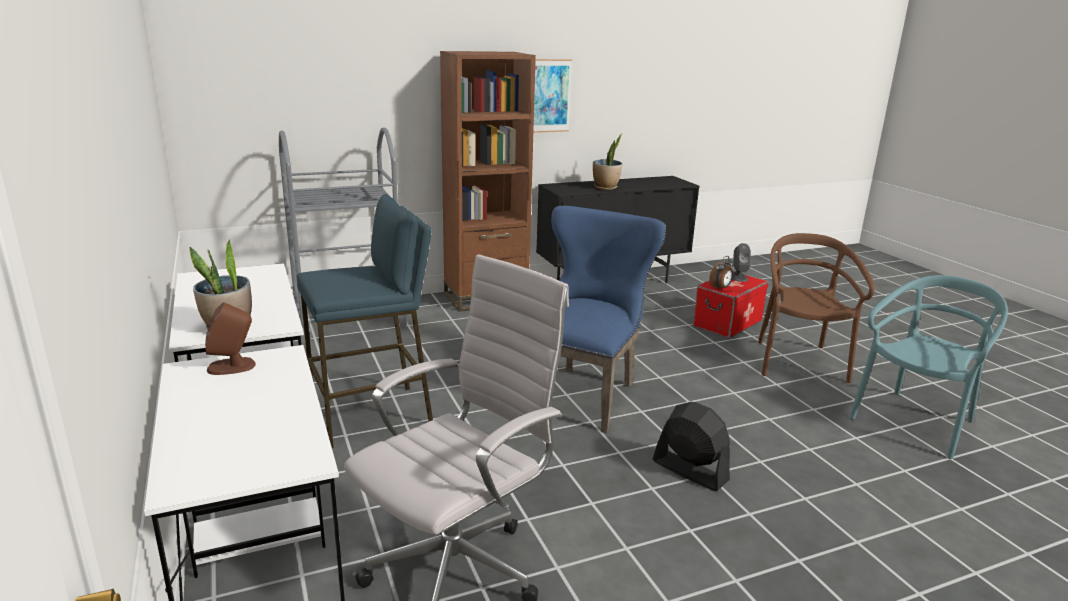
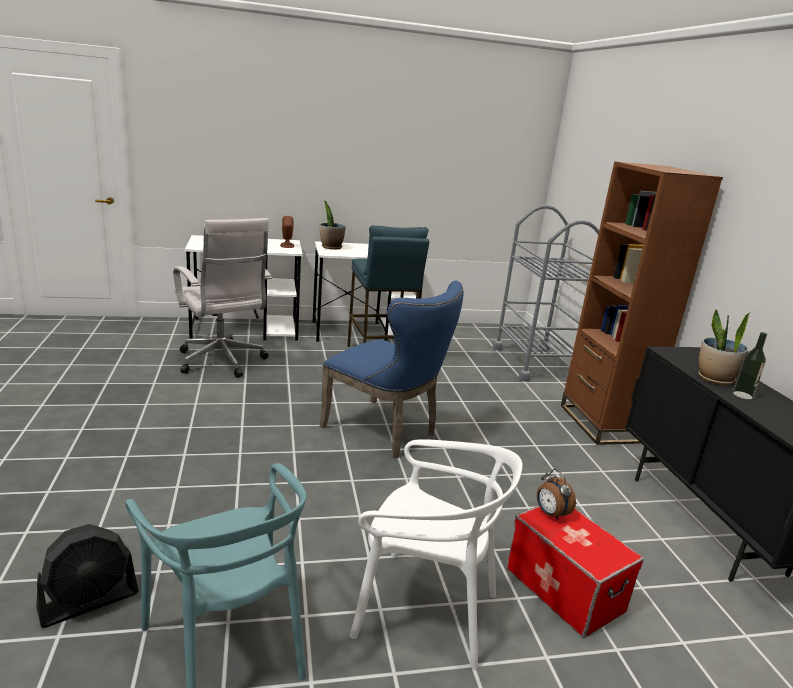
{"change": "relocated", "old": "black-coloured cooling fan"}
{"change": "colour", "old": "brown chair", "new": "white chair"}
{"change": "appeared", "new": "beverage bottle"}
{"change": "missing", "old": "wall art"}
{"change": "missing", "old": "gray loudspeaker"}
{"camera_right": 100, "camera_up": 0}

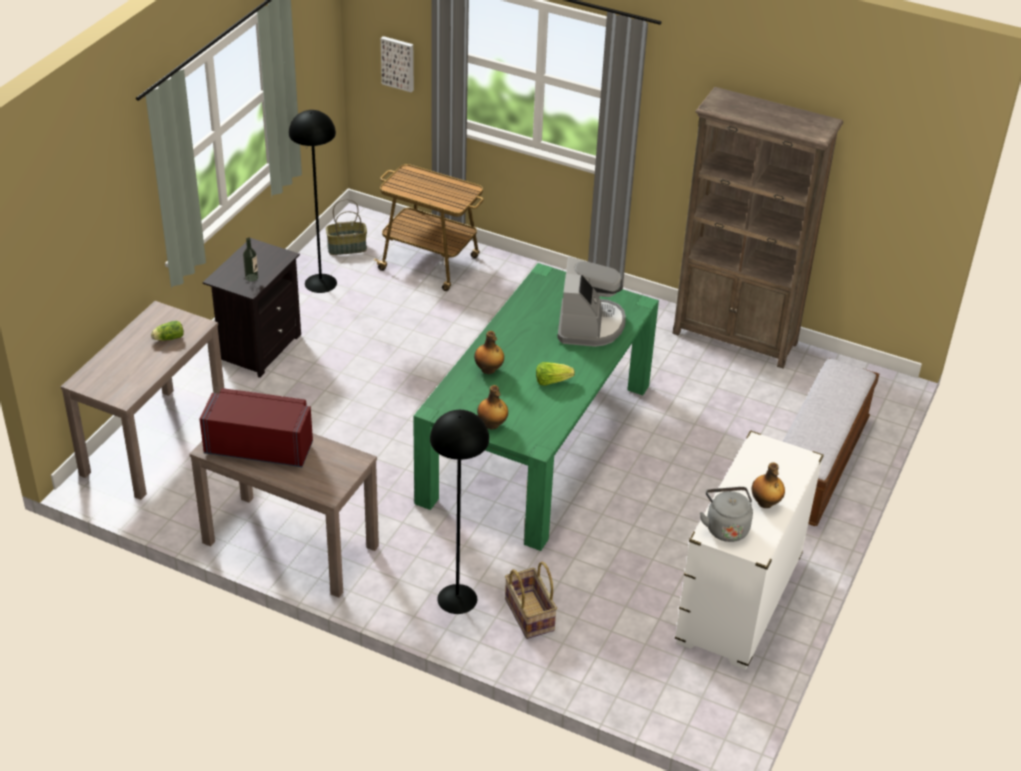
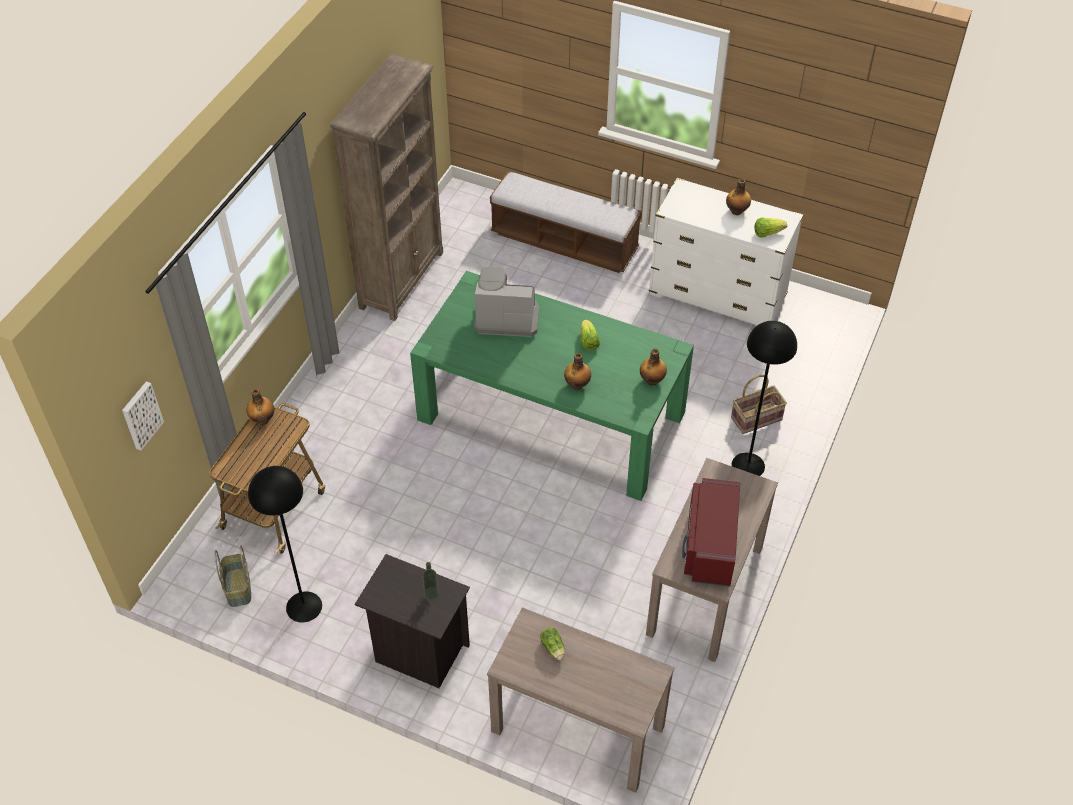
{"change": "appeared", "new": "beverage bottle (no. 1 from left)"}
{"change": "exchanged", "old": "gray water kettle", "new": "head of lettuce (no. 3 from left)"}
{"camera_right": -90, "camera_up": 10}

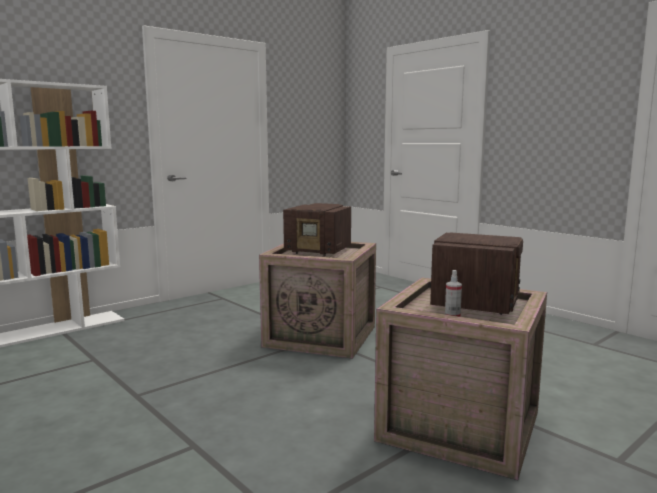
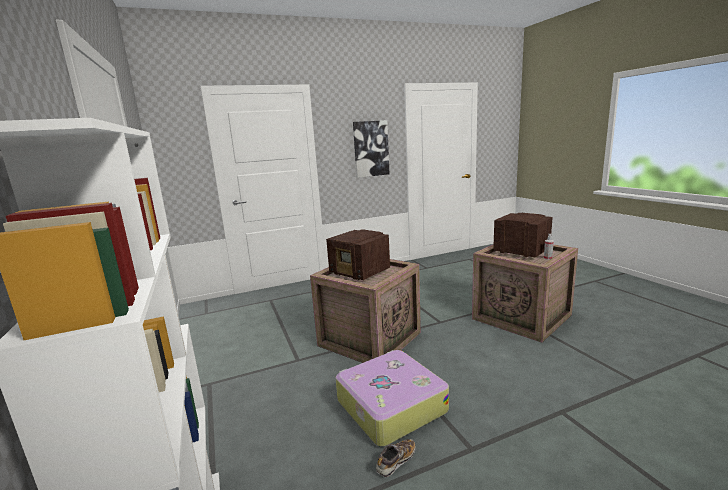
{"change": "spun", "old": "radio set (no. 1 from left)", "degrees": 90}
{"change": "appeared", "new": "suitcase"}
{"change": "appeared", "new": "wall art"}
{"change": "appeared", "new": "low shoe"}
{"camera_right": -70, "camera_up": 5}

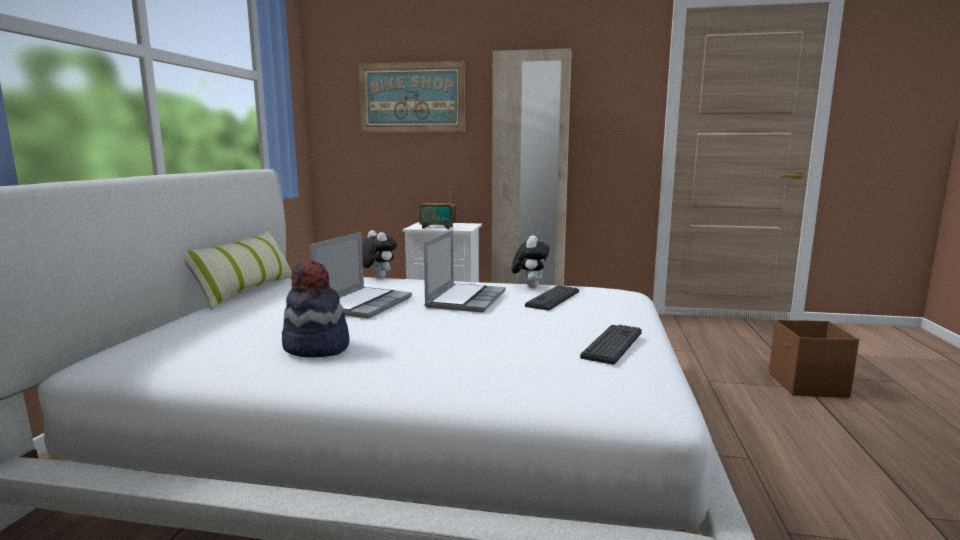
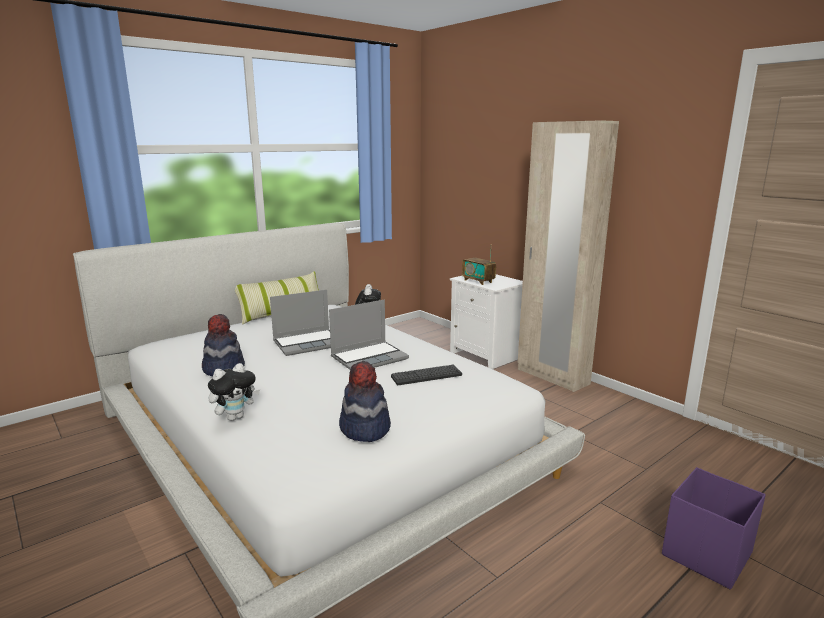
{"change": "relocated", "old": "soft toy (no. 2 from left in the first image)", "new": "soft toy (no. 1 from left)"}
{"change": "exchanged", "old": "computer keyboard (no. 2 from left)", "new": "clothing hat (no. 2 from left)"}
{"change": "colour", "old": "brown storage box", "new": "purple-coloured storage box"}
{"change": "missing", "old": "wall art"}
{"camera_right": 40, "camera_up": 5}

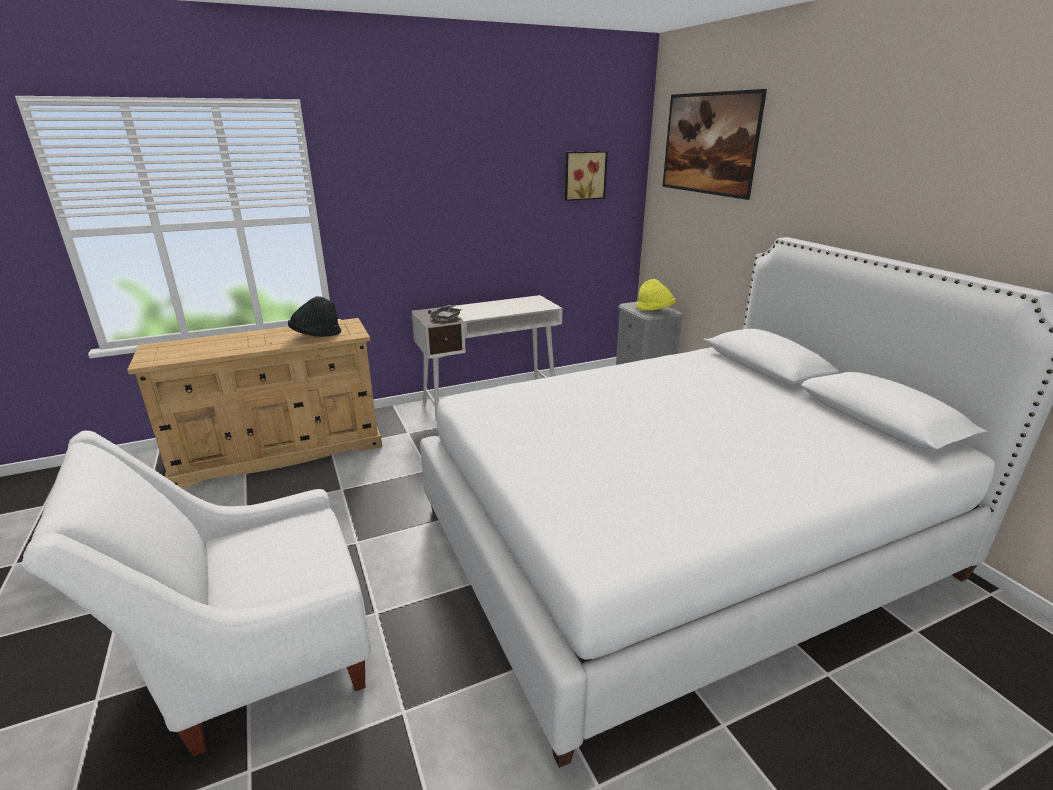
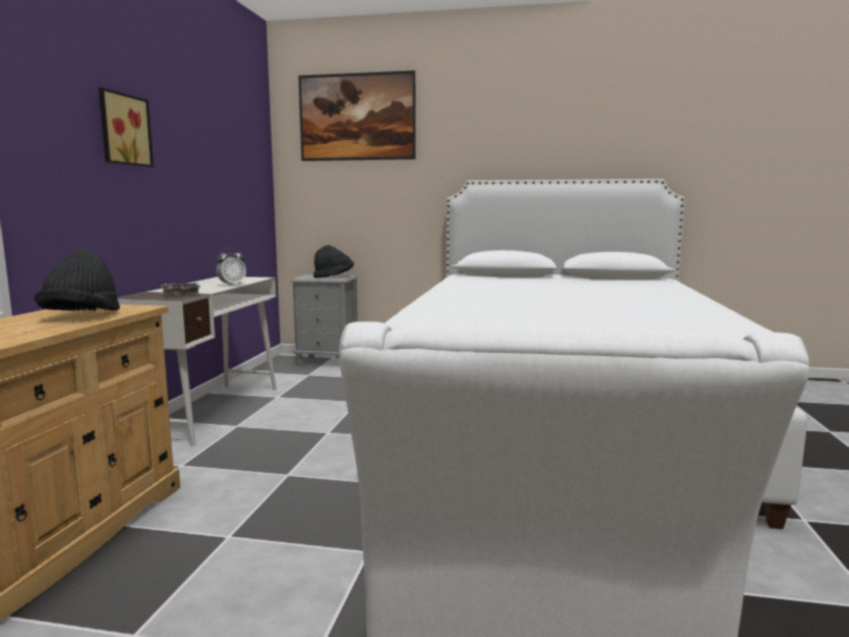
{"change": "relocated", "old": "wall art (no. 1 from left)"}
{"change": "appeared", "new": "table clock"}
{"change": "colour", "old": "yellow clothing hat", "new": "black-coloured clothing hat (no. 2 from left)"}
{"camera_right": -55, "camera_up": -15}

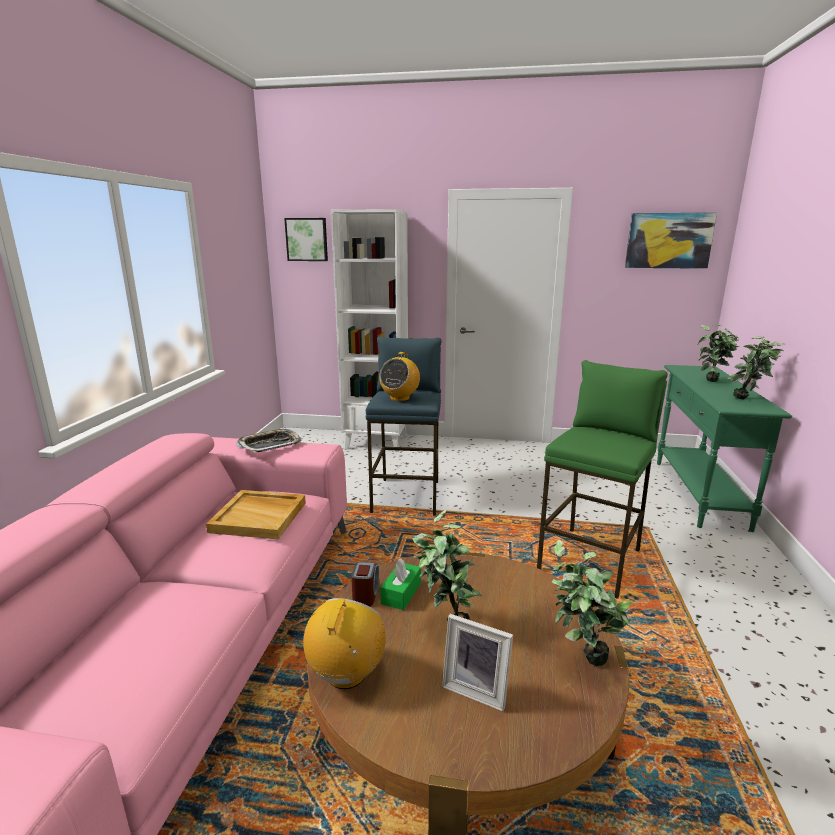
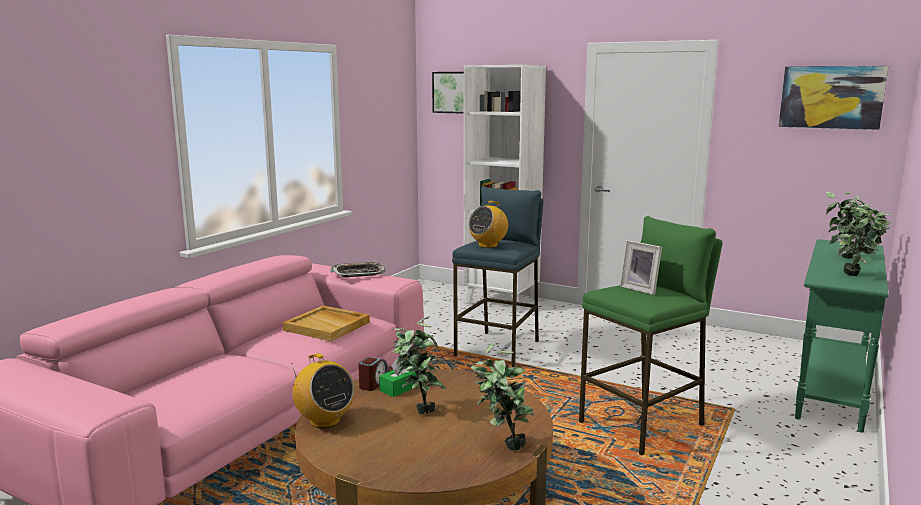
{"change": "spun", "old": "radio set (no. 1 from left)", "degrees": 105}
{"change": "relocated", "old": "standing frame"}
{"camera_right": 20, "camera_up": -5}

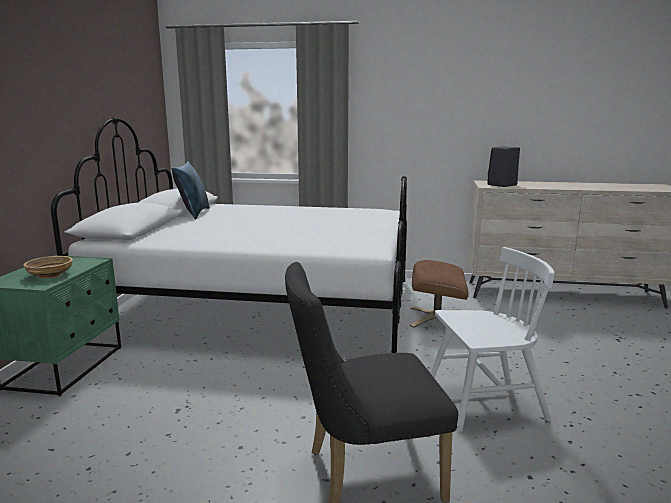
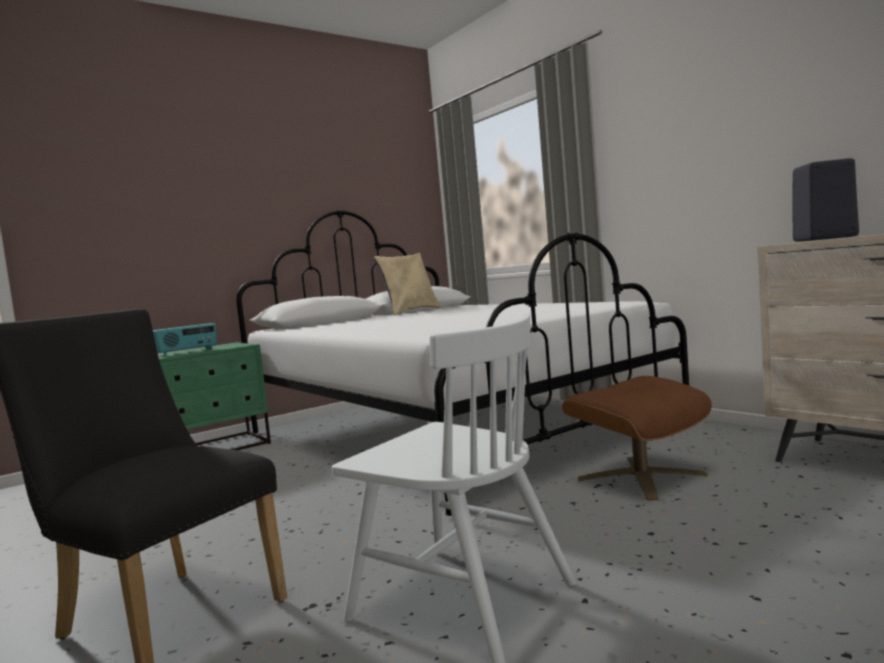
{"change": "exchanged", "old": "beige deep dish", "new": "radio set"}
{"change": "colour", "old": "blue pillow", "new": "beige pillow"}
{"camera_right": 45, "camera_up": -10}

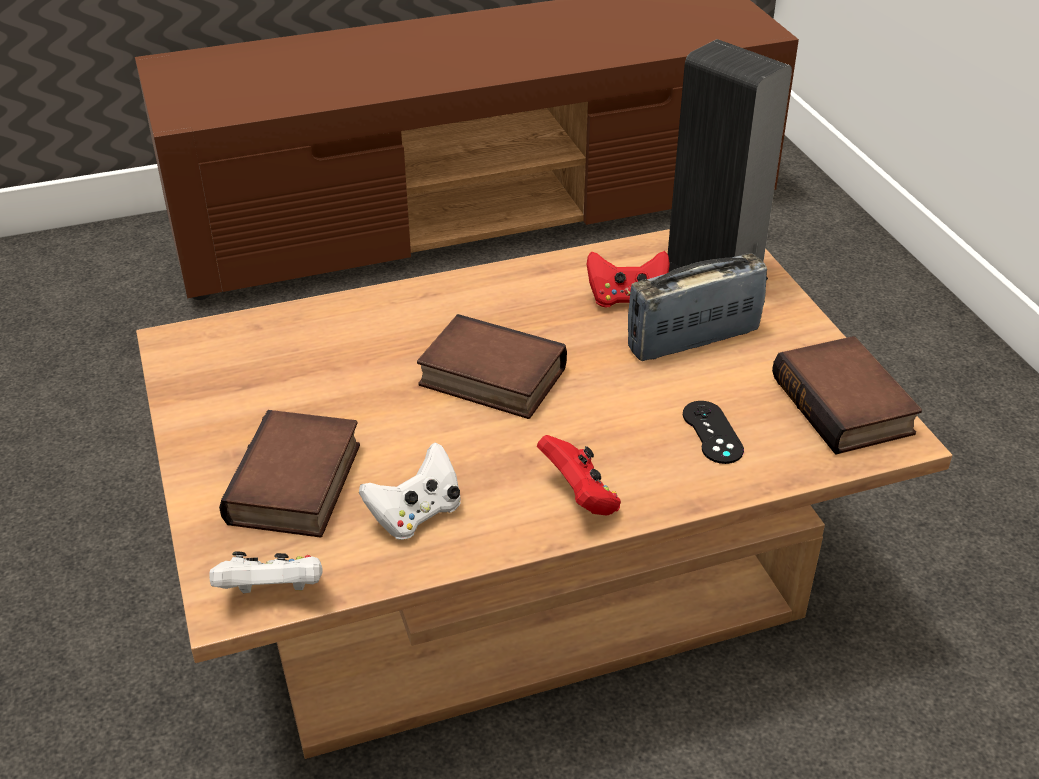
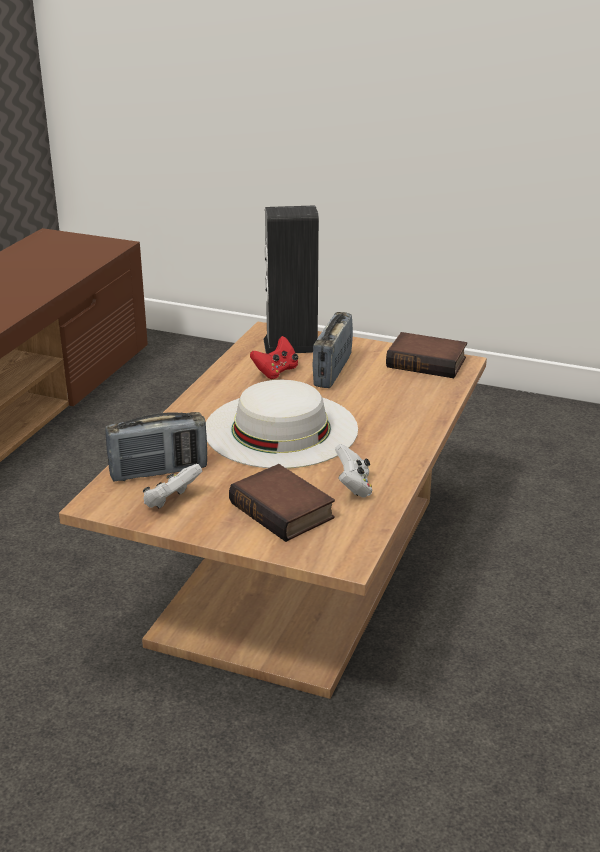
{"change": "appeared", "new": "radio set (no. 1 from left)"}
{"change": "relocated", "old": "white gamepad (no. 1 from left)"}
{"change": "exchanged", "old": "book (no. 2 from left)", "new": "white clothing hat"}
{"change": "missing", "old": "red gamepad (no. 1 from left)"}
{"change": "missing", "old": "black-coloured gamepad"}
{"camera_right": -50, "camera_up": -10}

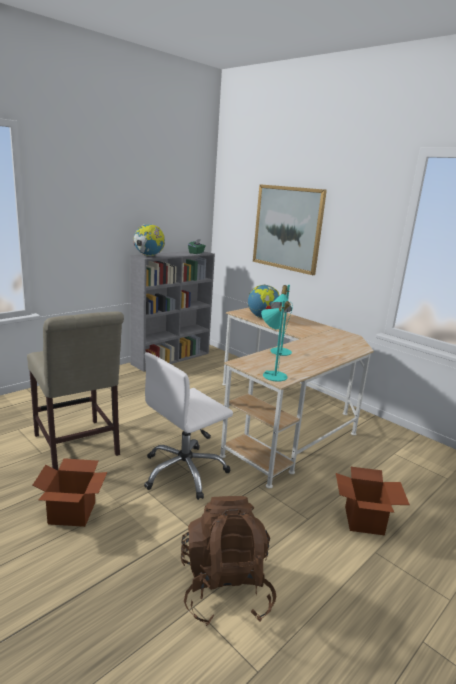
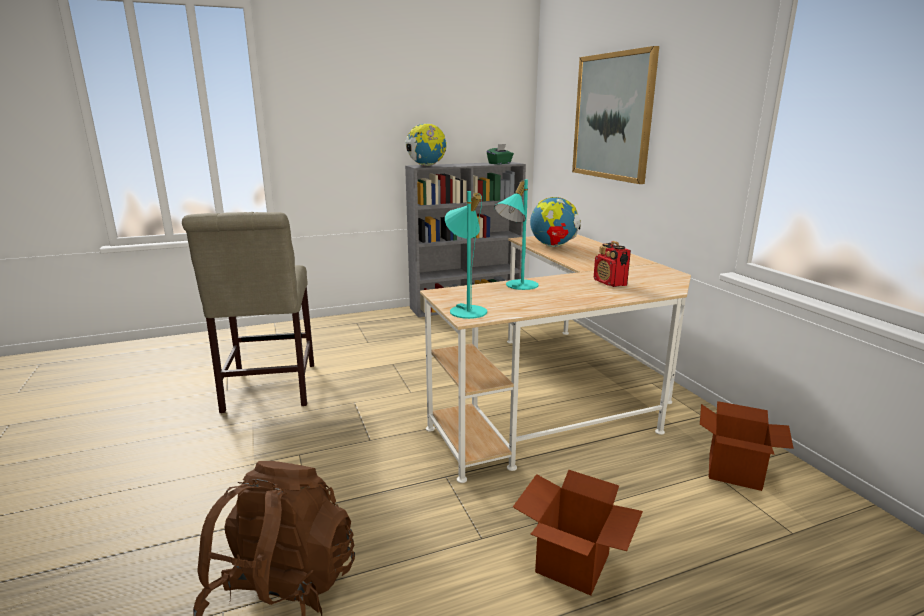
{"change": "appeared", "new": "radio set"}
{"change": "relocated", "old": "carton (no. 1 from left in the first image)", "new": "carton (no. 2 from left)"}
{"change": "missing", "old": "white office chair"}
{"camera_right": 25, "camera_up": 0}

